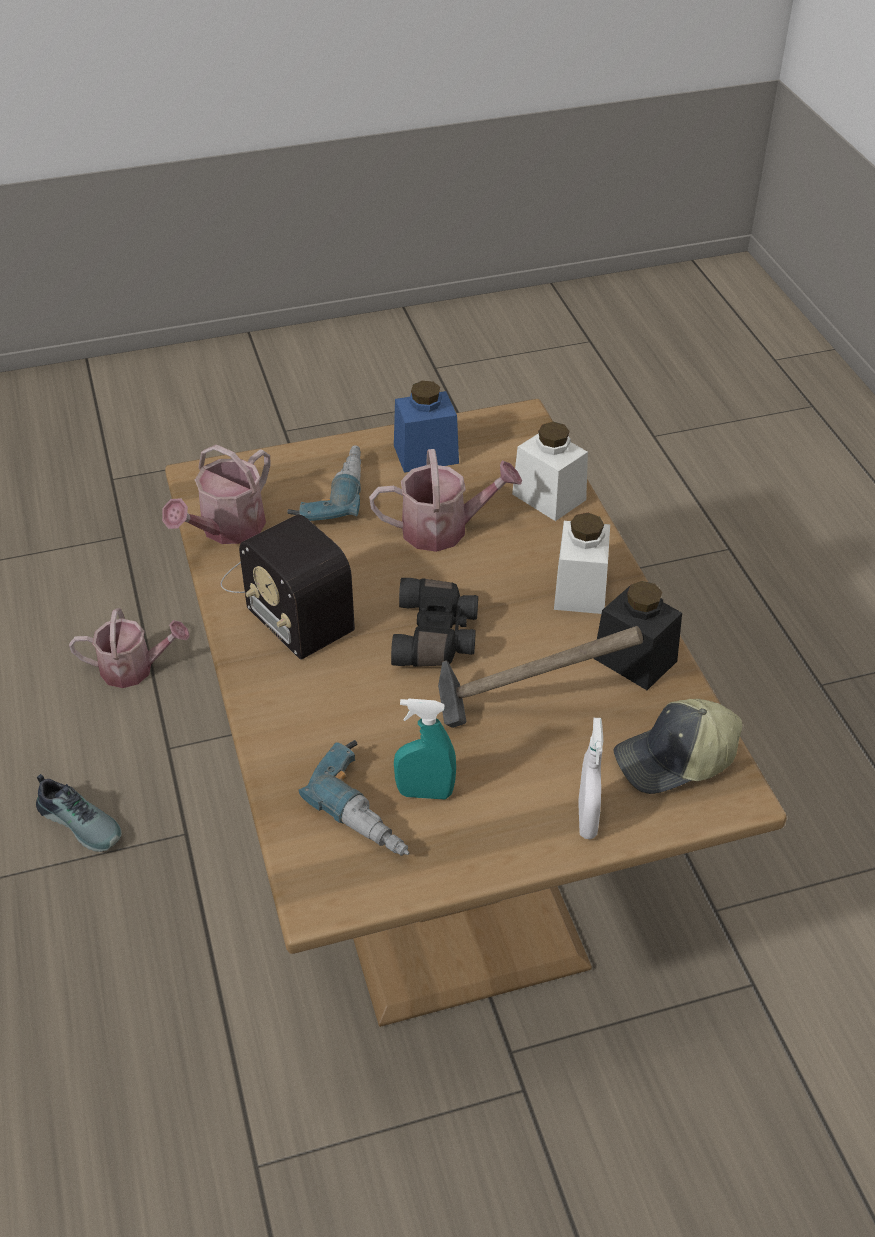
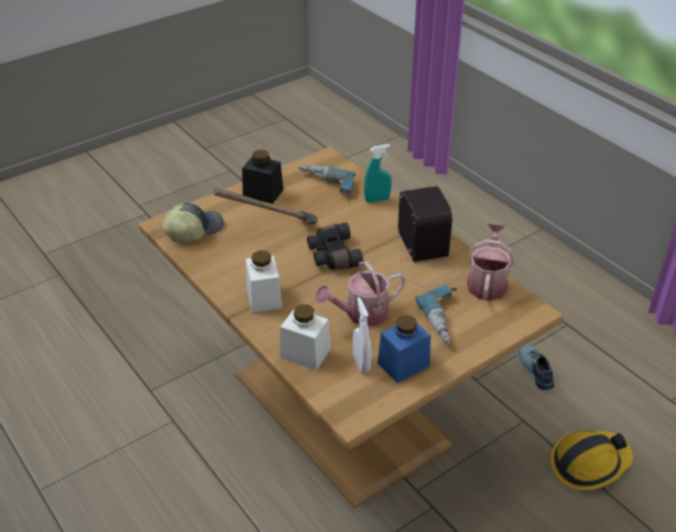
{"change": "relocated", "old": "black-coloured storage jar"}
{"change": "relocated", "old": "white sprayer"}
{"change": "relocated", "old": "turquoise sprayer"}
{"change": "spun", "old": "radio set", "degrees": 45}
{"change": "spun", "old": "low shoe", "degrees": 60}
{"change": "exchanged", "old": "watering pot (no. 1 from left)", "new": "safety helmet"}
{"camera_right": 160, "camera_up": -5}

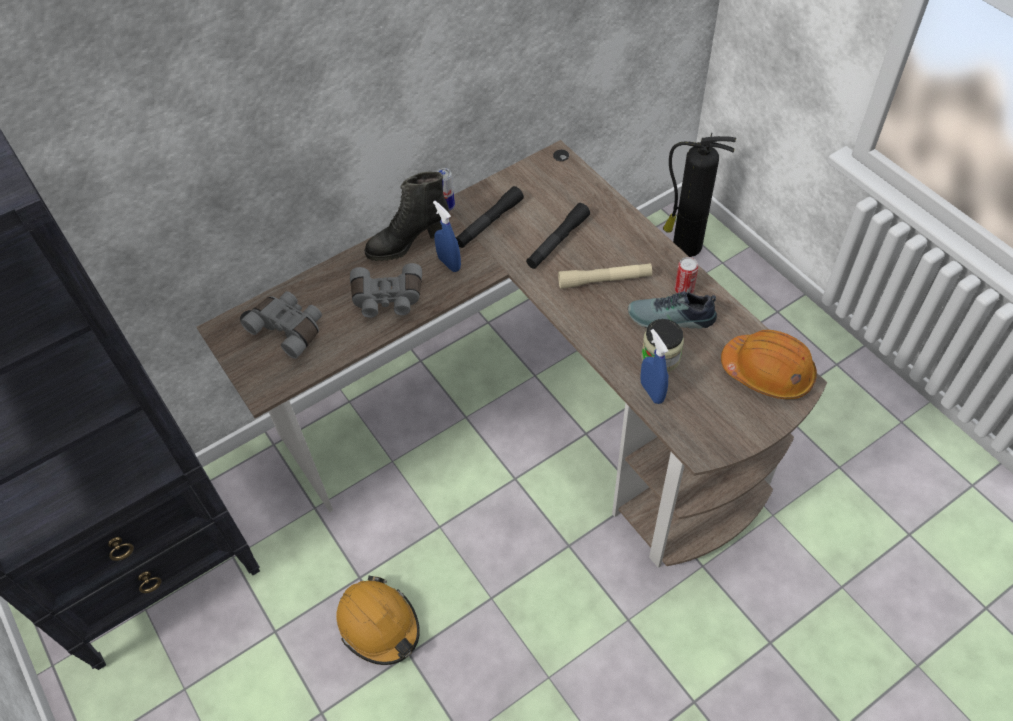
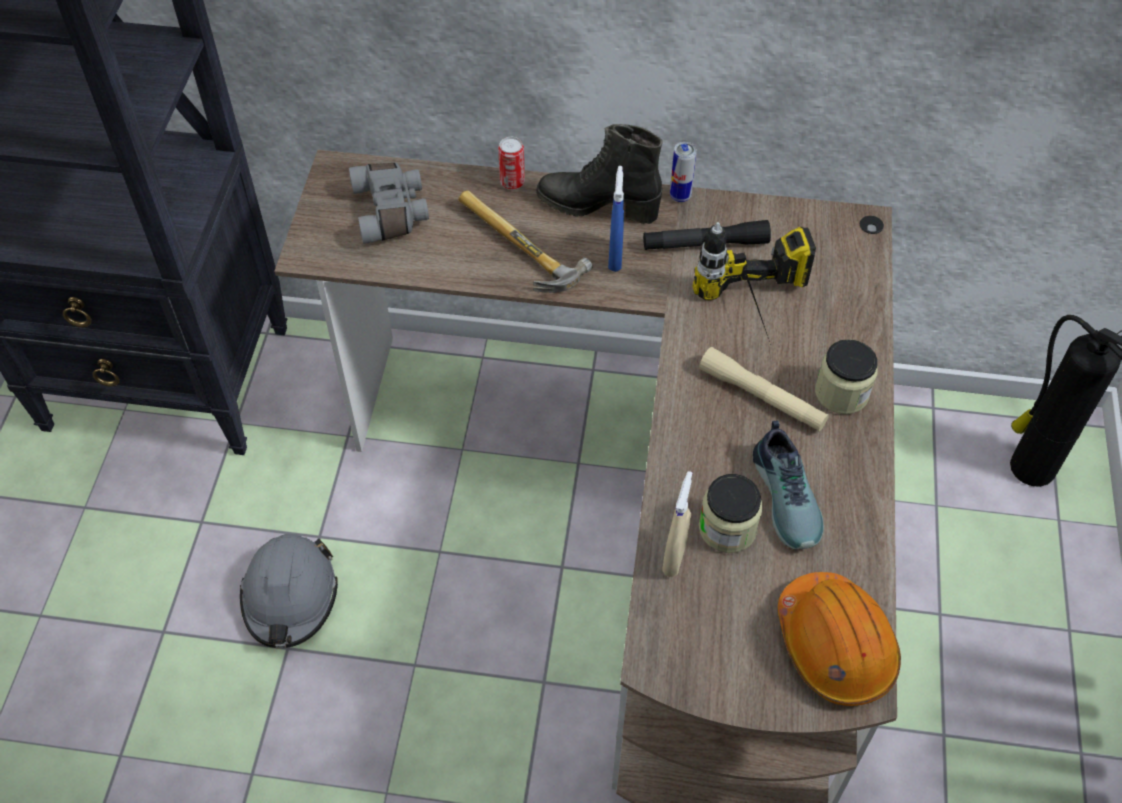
{"change": "colour", "old": "orange-coloured safety helmet (no. 1 from left)", "new": "gray safety helmet"}
{"change": "exchanged", "old": "gray binoculars (no. 2 from left)", "new": "hand hammer"}
{"change": "relocated", "old": "sealed can (no. 2 from left in the first image)", "new": "sealed can (no. 1 from left)"}
{"change": "colour", "old": "blue sprayer (no. 2 from left)", "new": "beige sprayer"}
{"change": "exchanged", "old": "black-coloured torch (no. 2 from left)", "new": "power drill"}
{"change": "spun", "old": "low shoe", "degrees": -150}
{"change": "appeared", "new": "storage jar (no. 2 from left)"}
{"camera_right": 40, "camera_up": 0}

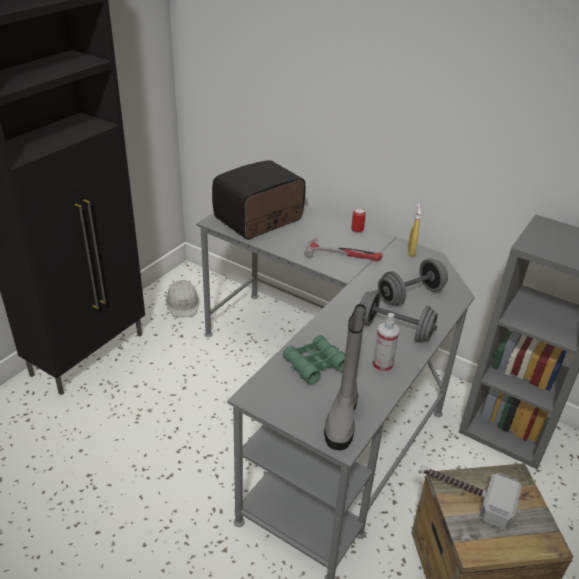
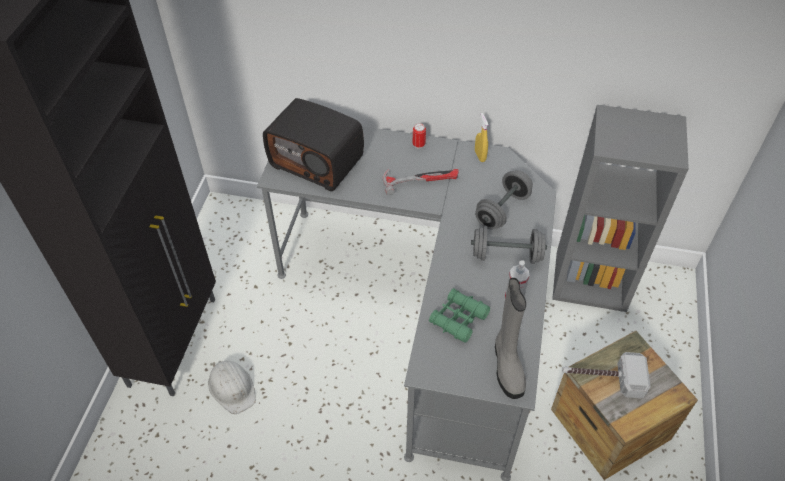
{"change": "relocated", "old": "white safety helmet"}
{"change": "spun", "old": "radio set", "degrees": -90}
{"camera_right": -20, "camera_up": 15}

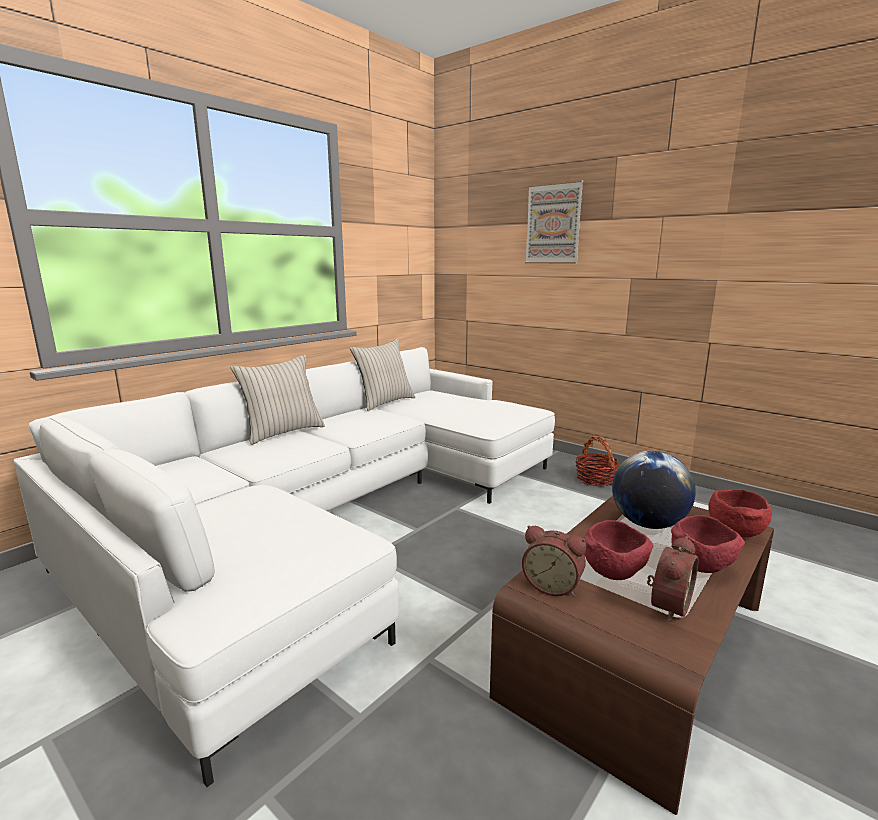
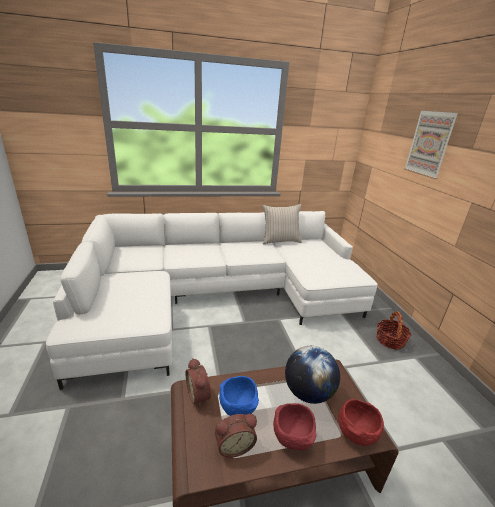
{"change": "colour", "old": "red deep dish (no. 1 from left)", "new": "blue deep dish"}
{"change": "missing", "old": "beige pillow (no. 1 from left)"}
{"camera_right": 35, "camera_up": 10}

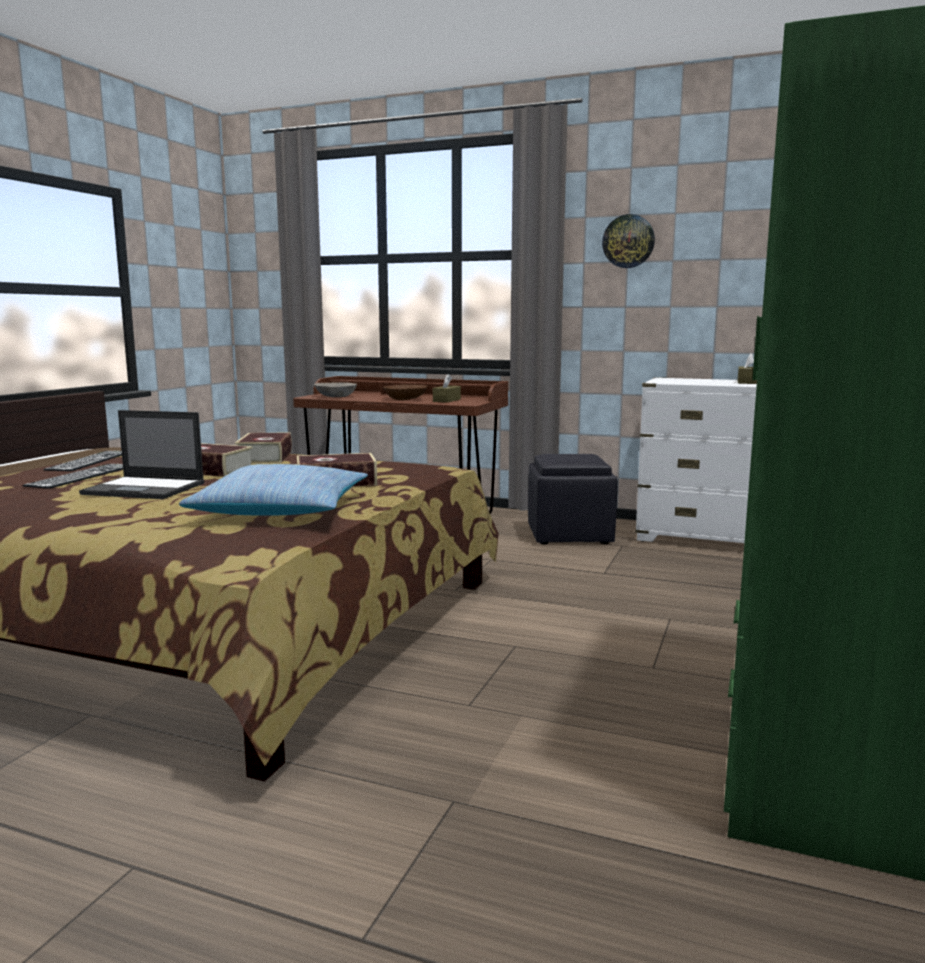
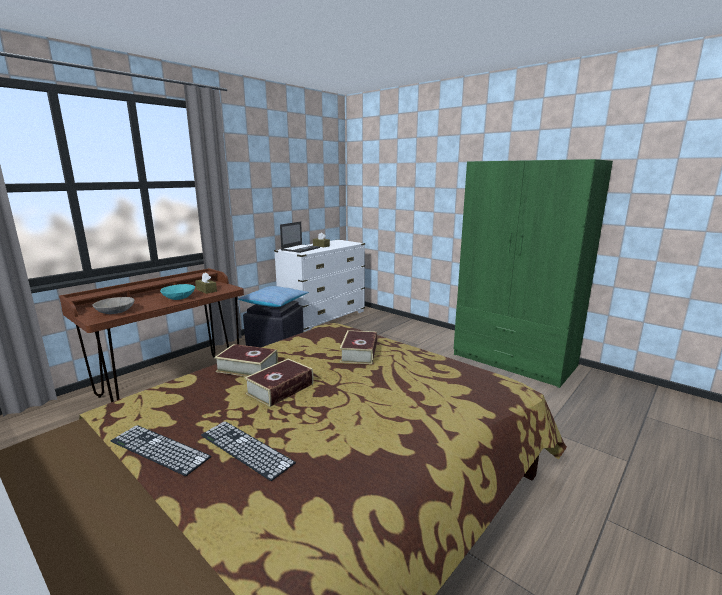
{"change": "colour", "old": "brown deep dish", "new": "turquoise deep dish"}
{"change": "relocated", "old": "pillow"}
{"change": "relocated", "old": "portable computer"}
{"change": "missing", "old": "clock on the wall"}
{"camera_right": -70, "camera_up": 5}

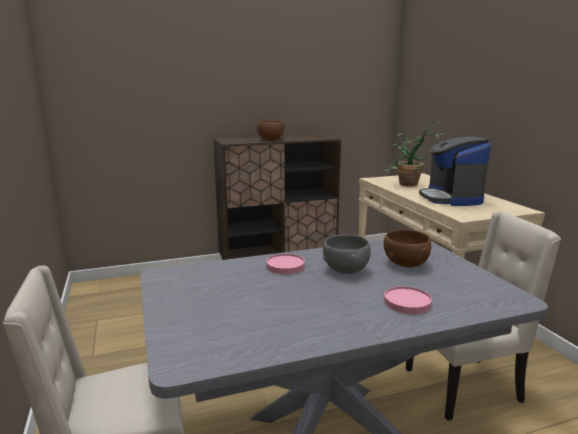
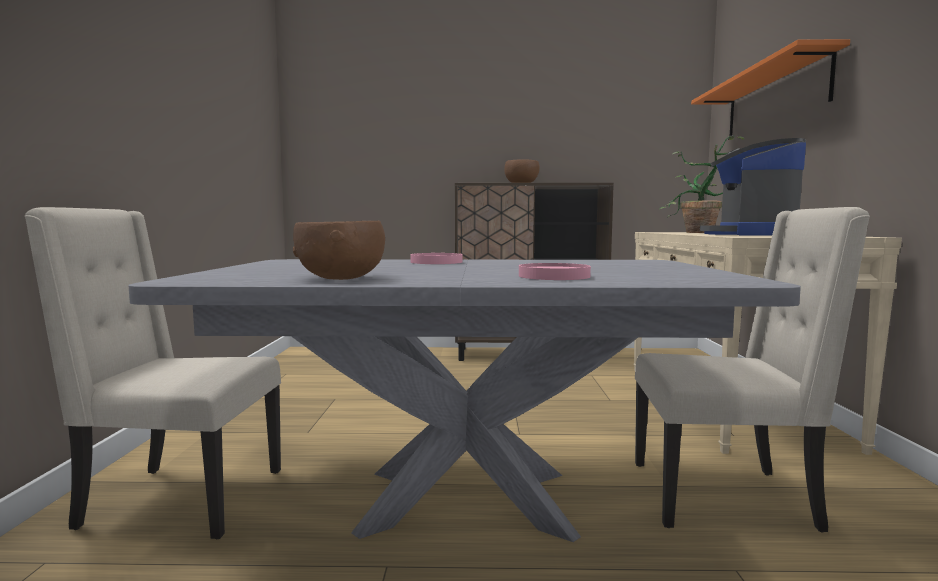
{"change": "relocated", "old": "brown deep dish (no. 2 from left in the first image)", "new": "brown deep dish (no. 1 from left)"}
{"change": "appeared", "new": "orange-coloured wall shelf"}
{"change": "missing", "old": "gray deep dish"}
{"camera_right": 20, "camera_up": -10}

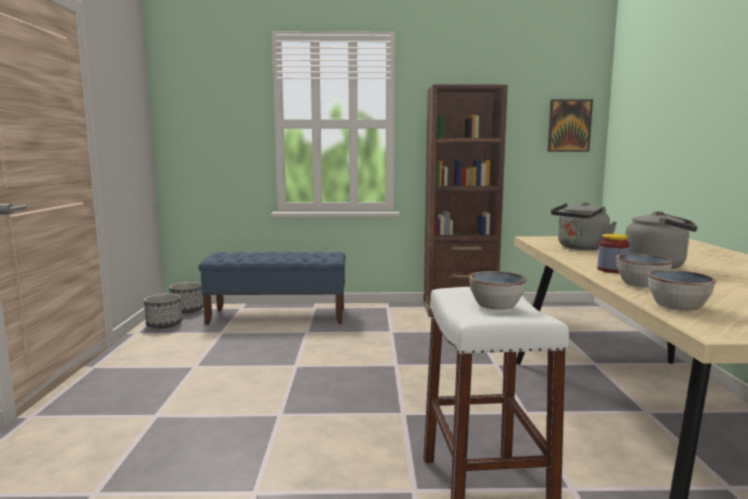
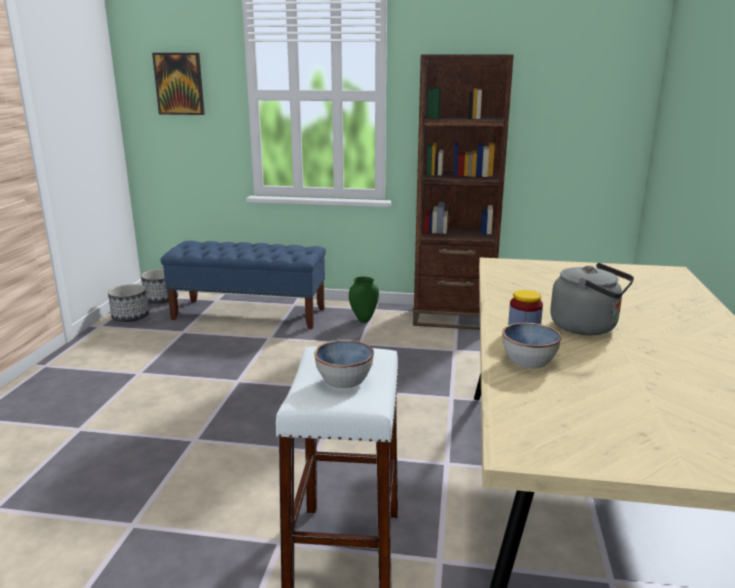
{"change": "relocated", "old": "wall art"}
{"change": "appeared", "new": "green-coloured flower vase"}
{"change": "missing", "old": "gray water kettle (no. 1 from left)"}
{"change": "missing", "old": "deep dish (no. 3 from left)"}
{"camera_right": 10, "camera_up": 10}

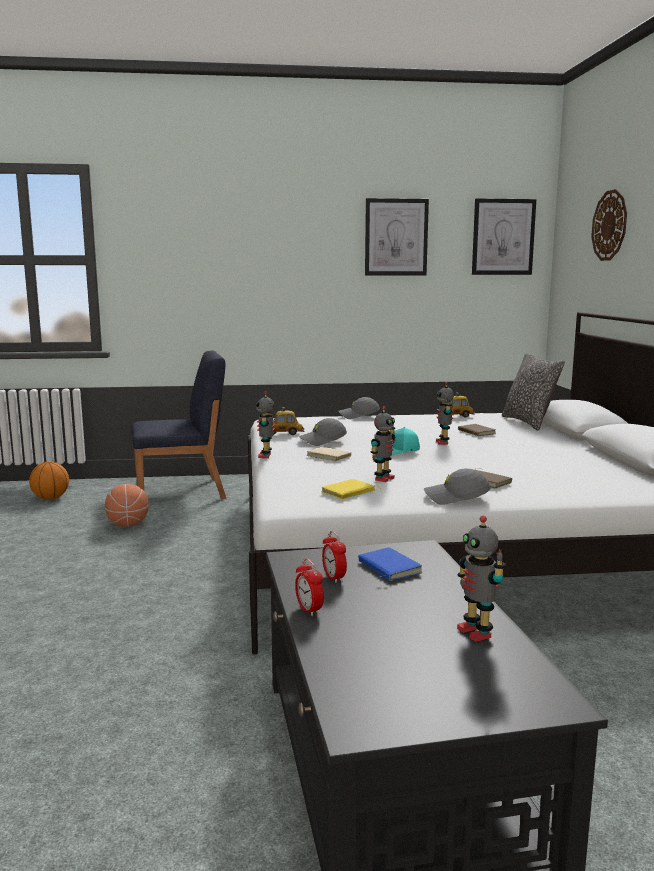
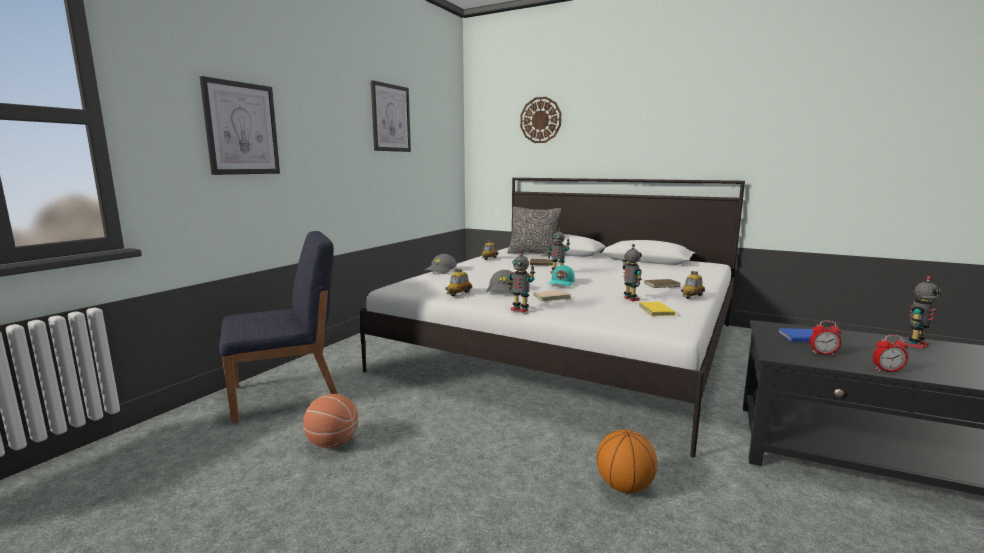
{"change": "relocated", "old": "wall art (no. 2 from left in the first image)", "new": "wall art (no. 1 from left)"}
{"change": "spun", "old": "blue chair", "degrees": 45}
{"change": "relocated", "old": "ball for basketball (no. 1 from left in the first image)", "new": "ball for basketball (no. 2 from left)"}
{"change": "exchanged", "old": "gray peaked cap (no. 3 from left)", "new": "toy car (no. 3 from left)"}
{"change": "spun", "old": "toy robot (no. 4 from left)", "degrees": -45}
{"camera_right": -55, "camera_up": 0}

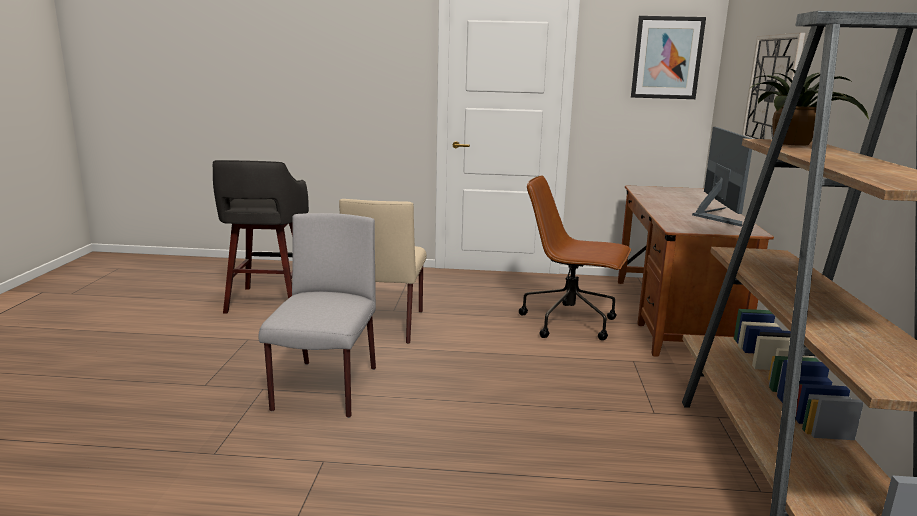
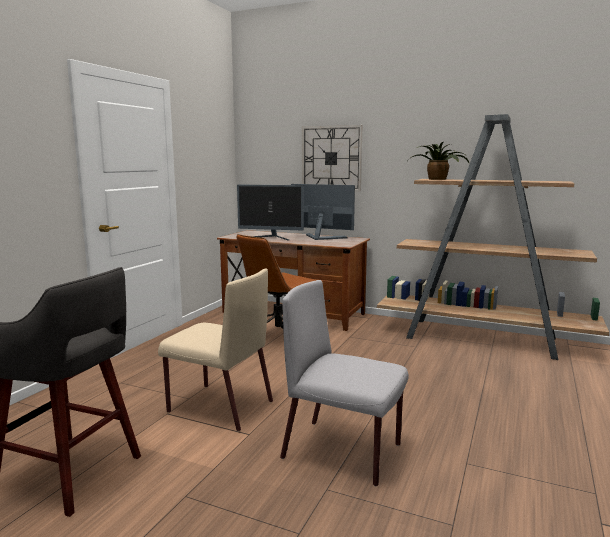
{"change": "appeared", "new": "computer screen (no. 1 from left)"}
{"change": "missing", "old": "wall art"}
{"camera_right": -70, "camera_up": -5}

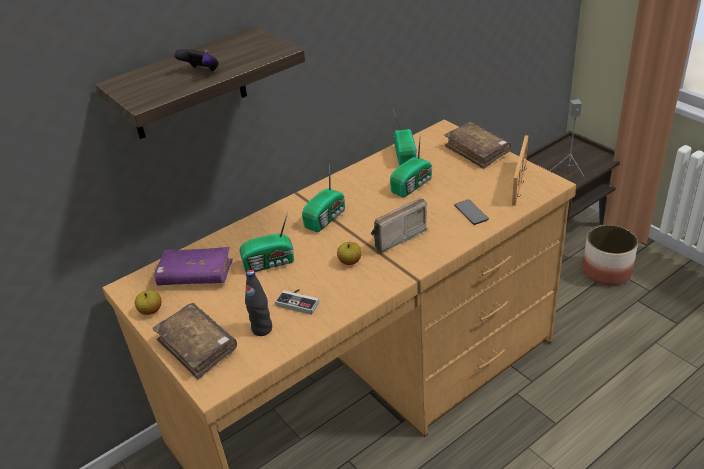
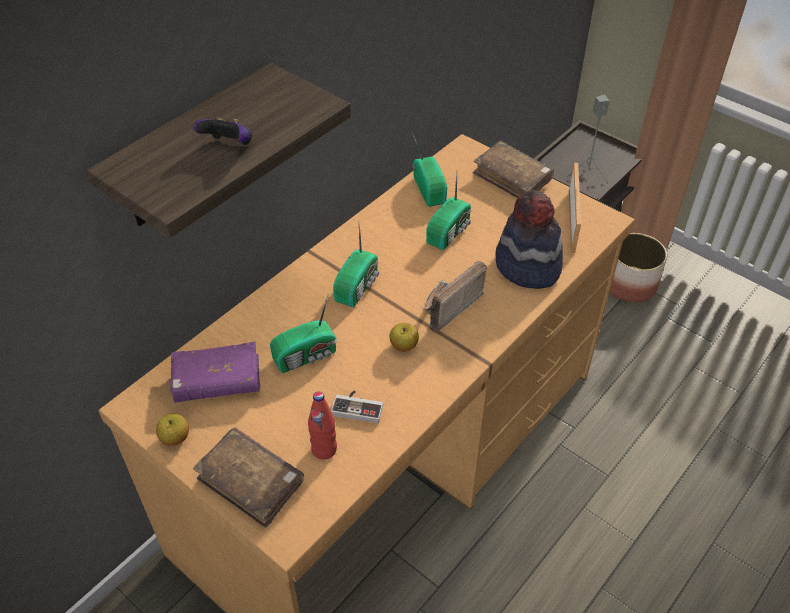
{"change": "colour", "old": "black-coloured beverage bottle", "new": "red beverage bottle"}
{"change": "exchanged", "old": "phone", "new": "clothing hat"}
{"camera_right": -15, "camera_up": 10}

